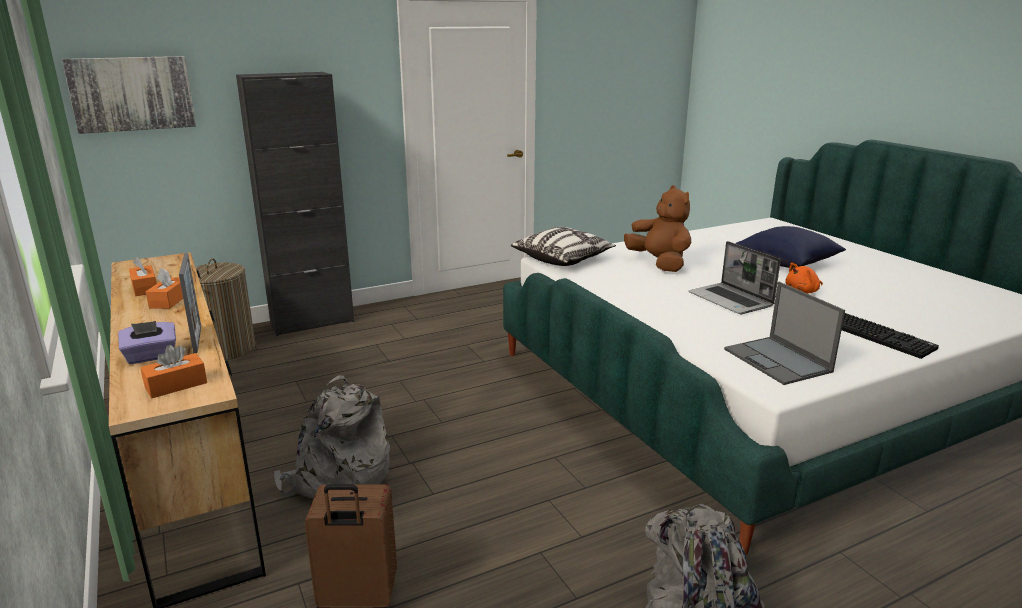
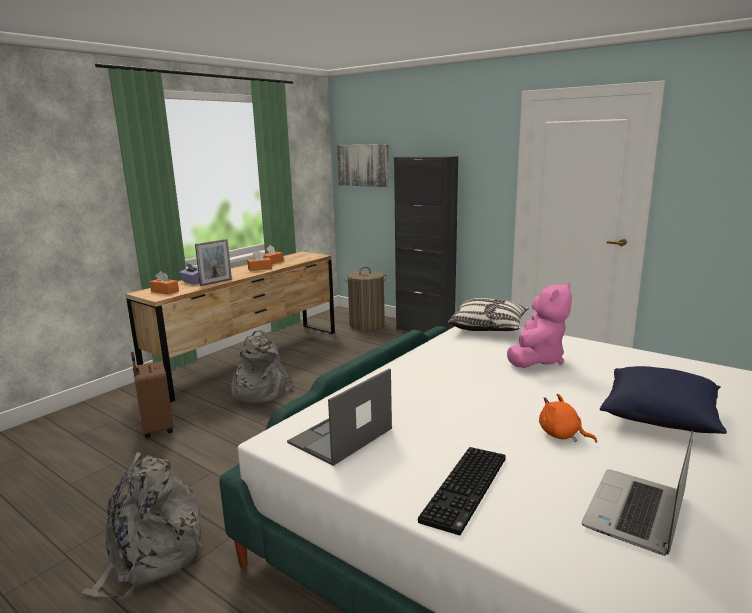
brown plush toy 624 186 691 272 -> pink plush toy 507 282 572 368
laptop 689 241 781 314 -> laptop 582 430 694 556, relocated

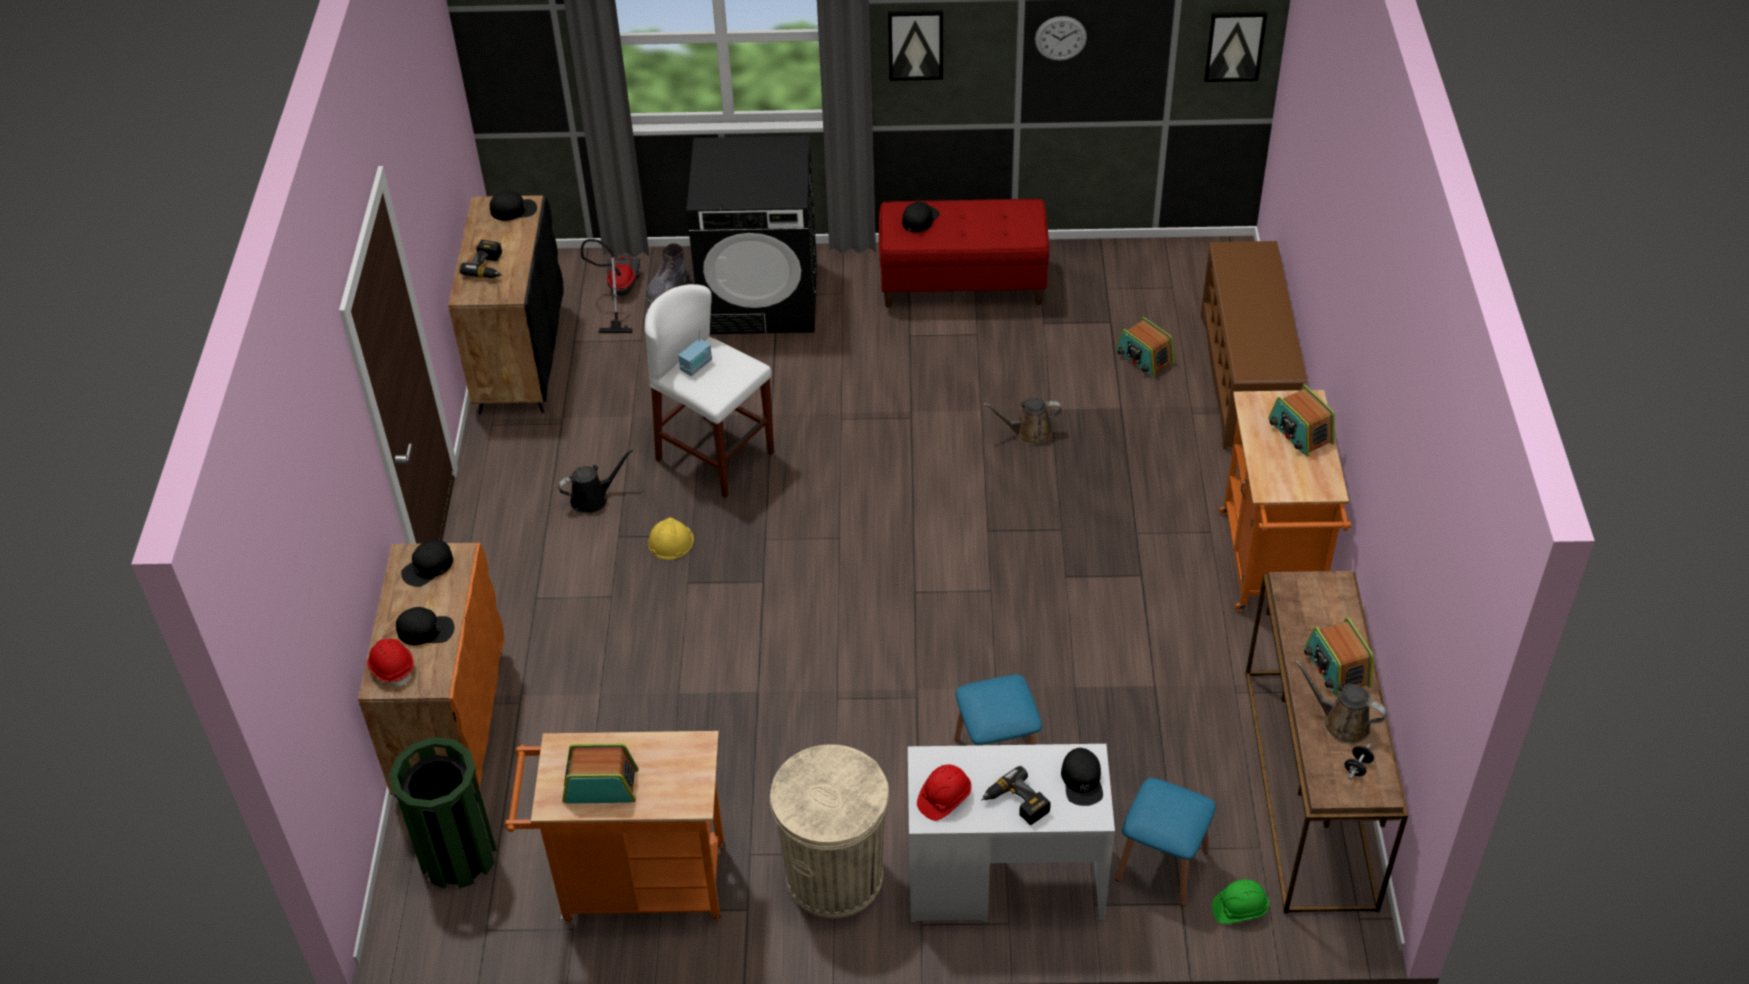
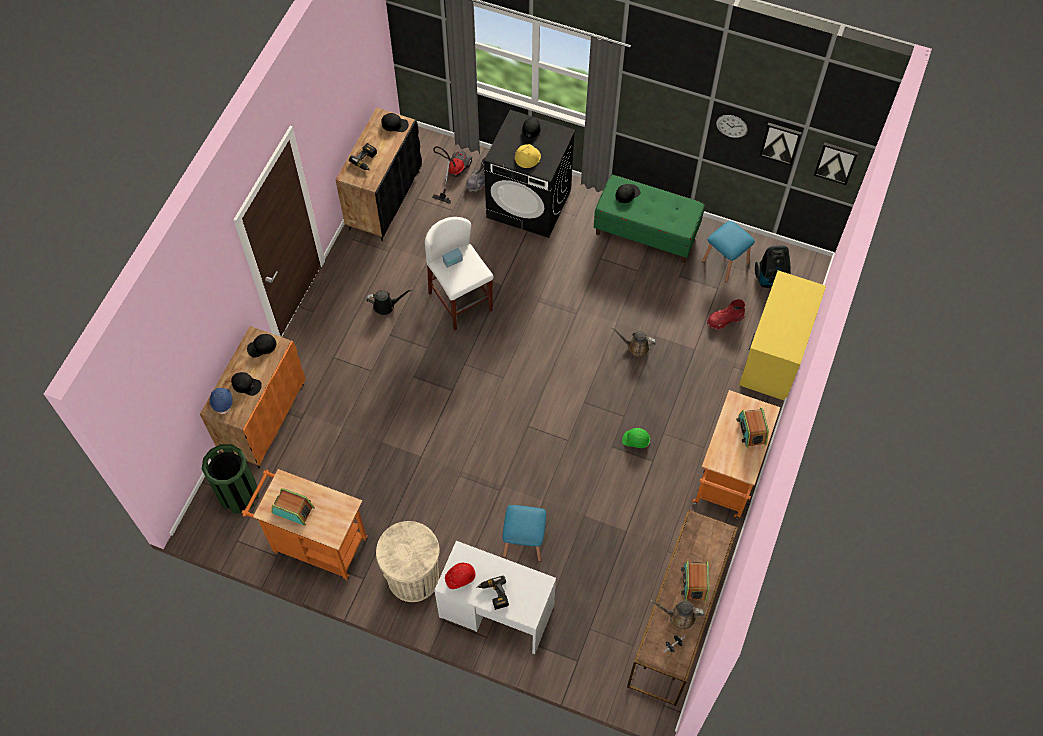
red hard hat 367 639 414 687 -> blue hard hat 210 388 233 415
yellow hard hat 648 517 694 560 -> yellow hard hat 515 144 541 168, relocated
red bench 879 199 1049 308 -> green bench 594 175 705 263
picture 888 10 943 81 -> picture 760 123 802 166, relocated
black cap 1061 748 1103 806 -> black cap 520 117 541 143, relocated
radio 1116 317 1174 377 -> red boot 707 299 745 330
blue stool 1116 778 1216 906 -> blue stool 702 221 755 282, relocated
brown shoe rack 1201 241 1307 449 -> yellow desk 739 270 826 400
green hard hat 1212 879 1269 924 -> green hard hat 622 428 650 448, relocated
brown watering can 1295 660 1387 744 -> brown watering can 649 600 705 629, 45 degrees counterclockwise
none -> vacuum cleaner 755 245 791 288

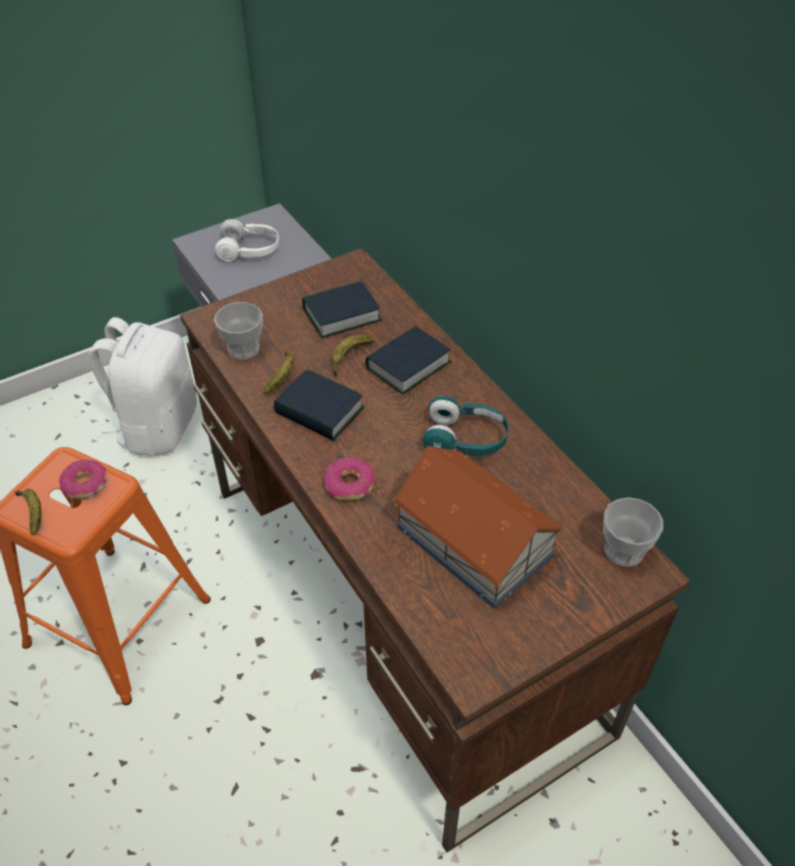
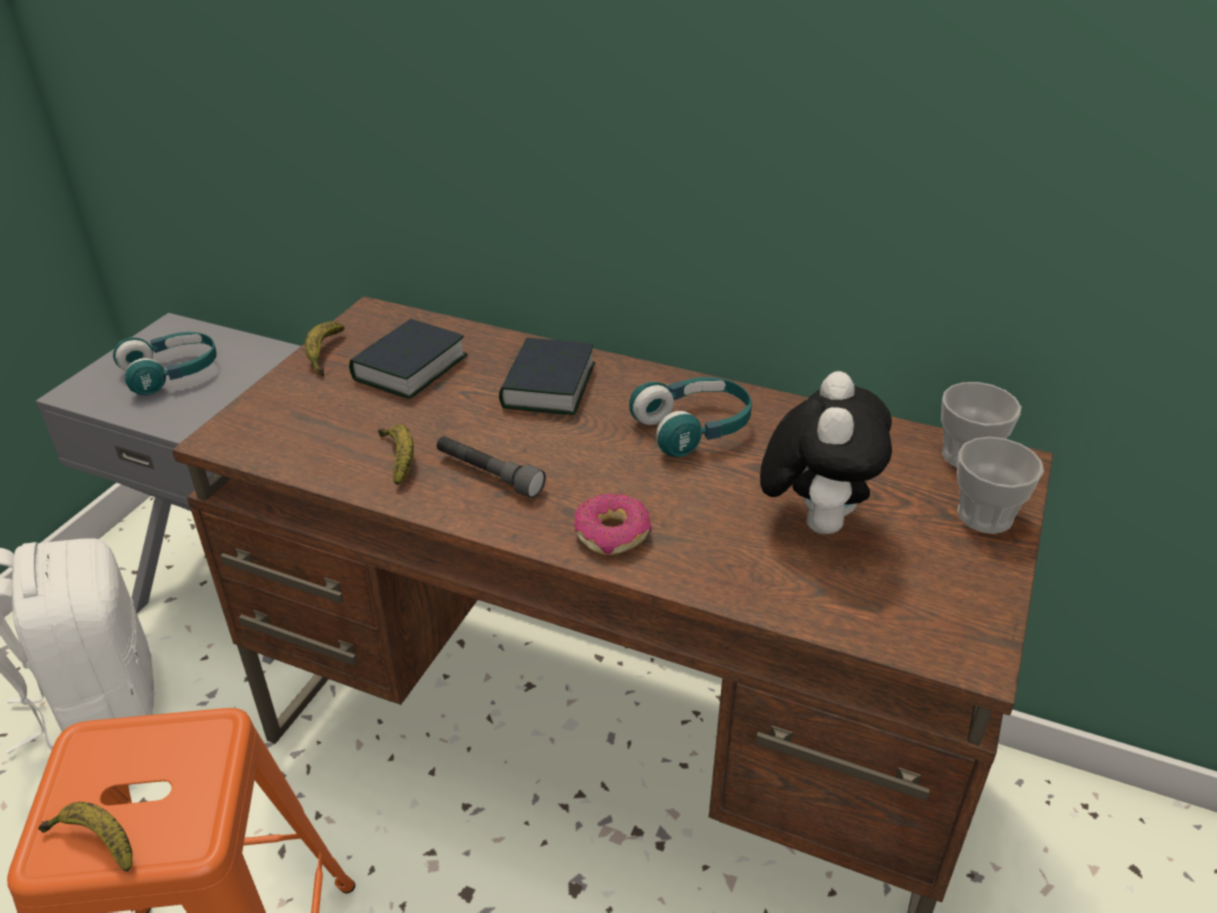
donut 59 460 107 499 -> none
cup 214 302 263 360 -> cup 957 437 1044 534, relocated
white headphones 215 219 279 261 -> turquoise headphones 113 332 217 395
book 274 370 364 441 -> grey flashlight 437 436 546 498
banana 332 335 375 377 -> banana 305 321 345 377, relocated
toy house 393 446 565 609 -> plush toy 760 371 892 534

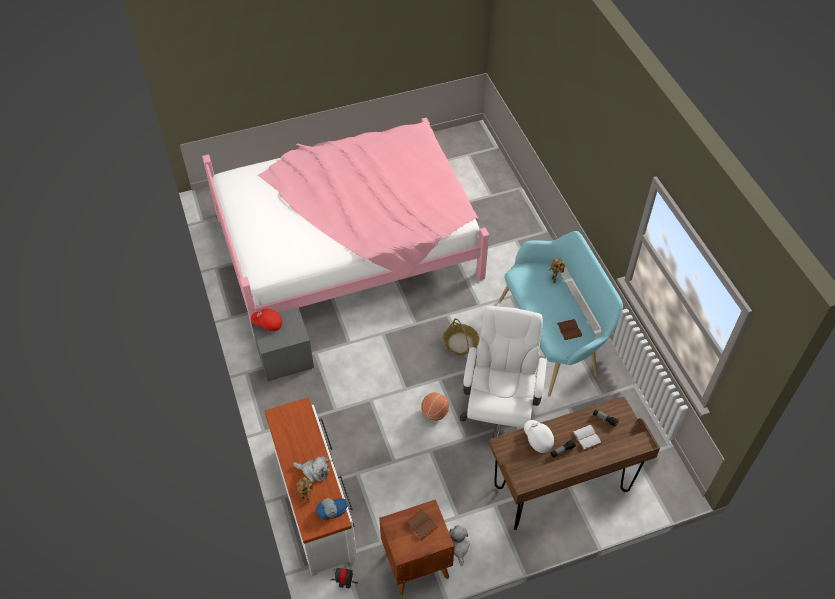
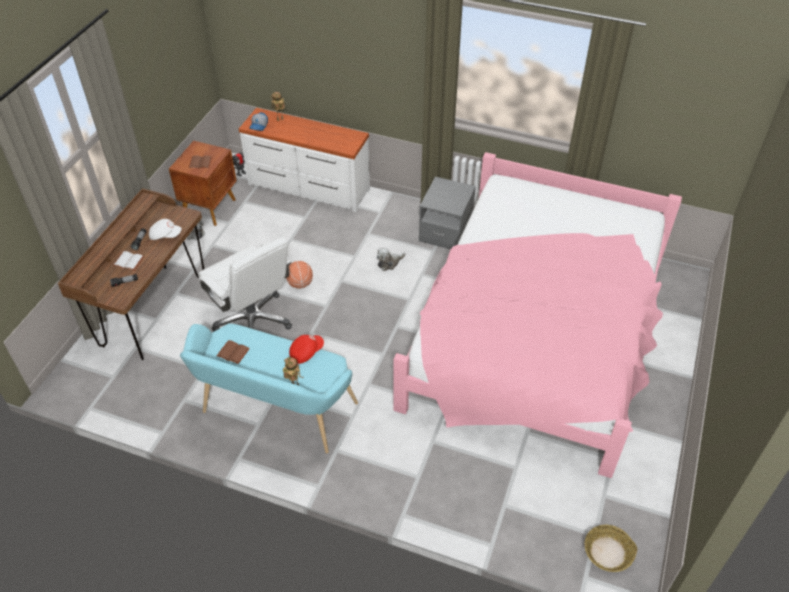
red cap 251 309 282 331 -> red cap 289 335 324 364, relocated
plush toy 293 455 329 483 -> plush toy 377 247 406 271, relocated
basket 442 318 479 355 -> basket 585 525 637 572, relocated

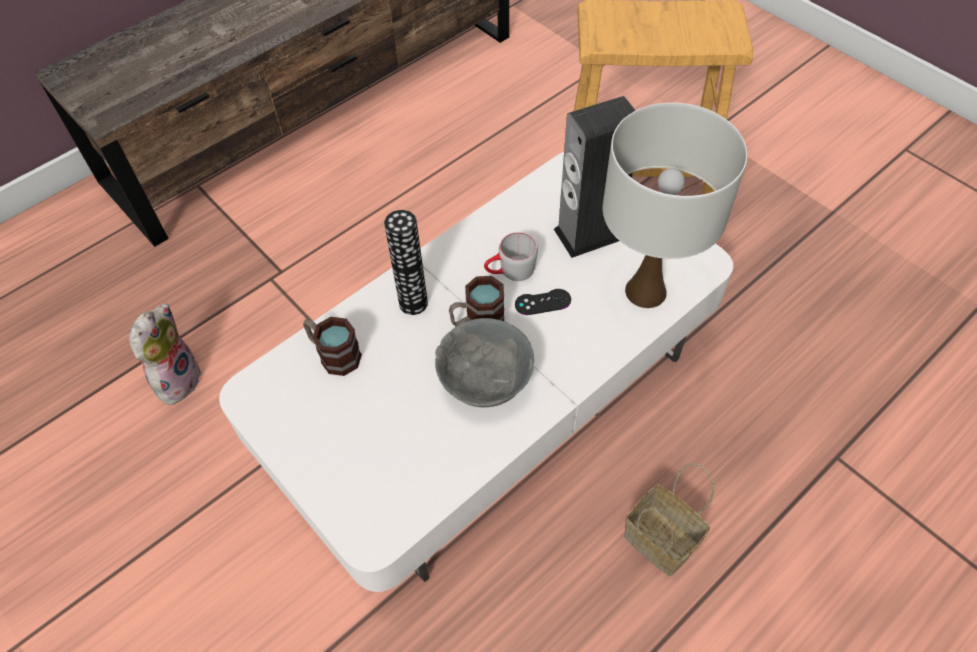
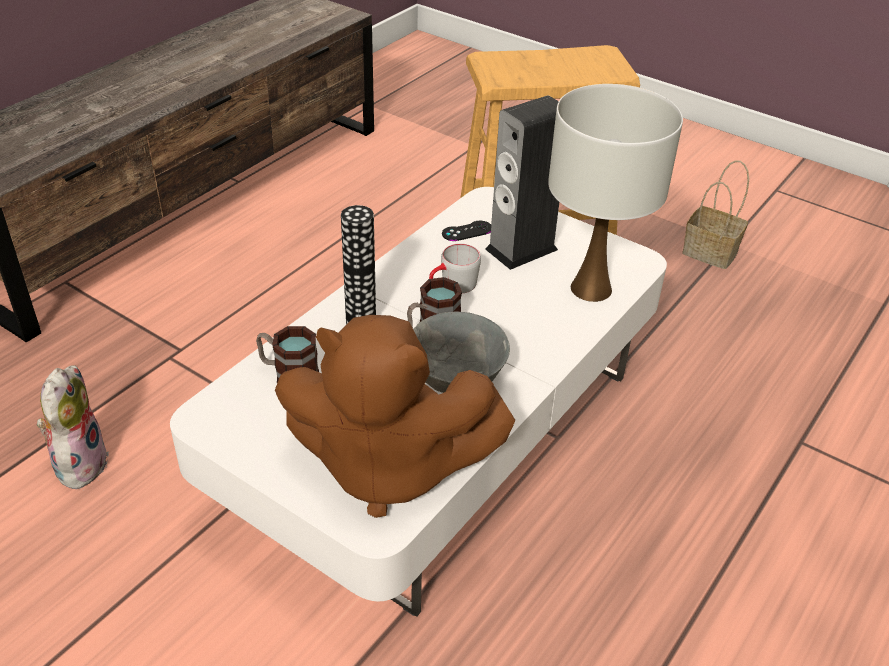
black game controller 515 289 571 315 -> black game controller 442 221 491 241, relocated
basket 624 463 714 576 -> basket 682 160 749 269, relocated
none -> brown plush toy 275 315 515 518

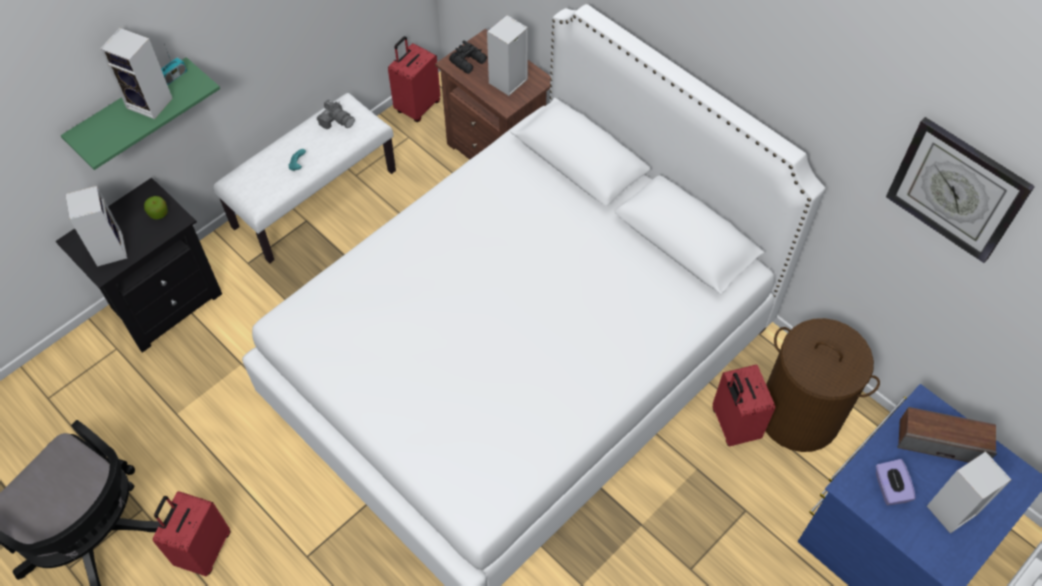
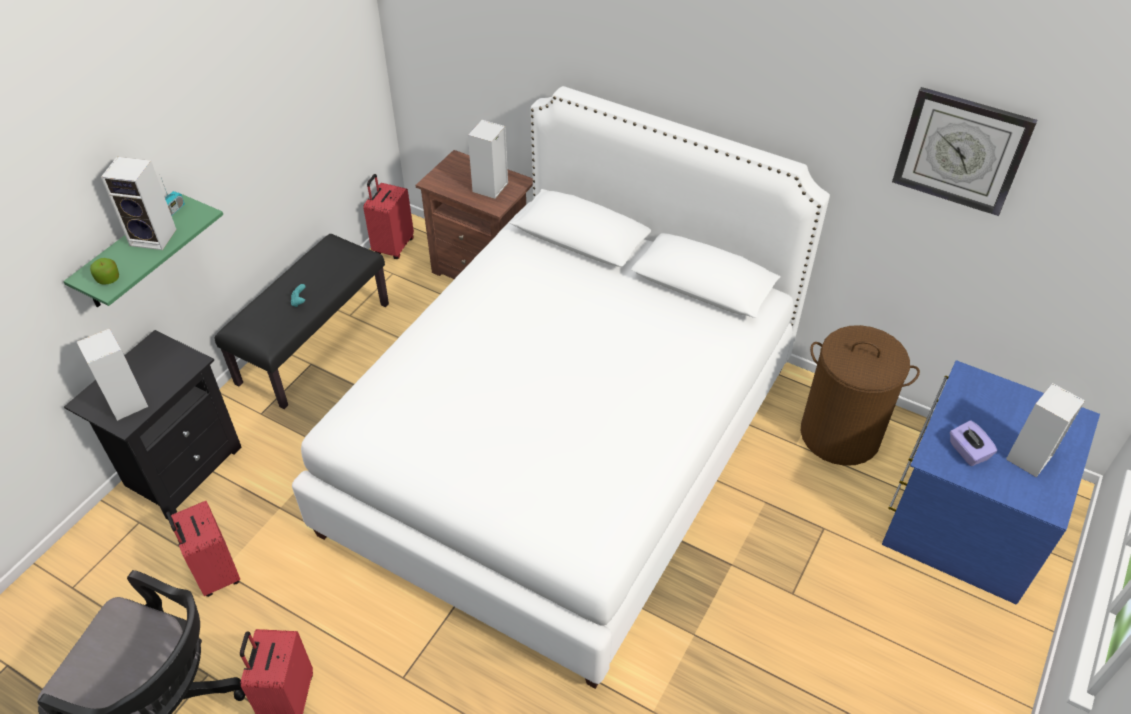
apple 144 196 168 219 -> apple 90 258 119 285, relocated
white bench 213 93 396 264 -> black bench 215 234 389 409
photo camera 317 99 355 129 -> none
black binoculars 449 40 487 74 -> none
red suitcase 713 364 775 446 -> red suitcase 166 501 240 597, relocated
speaker 897 407 997 463 -> none

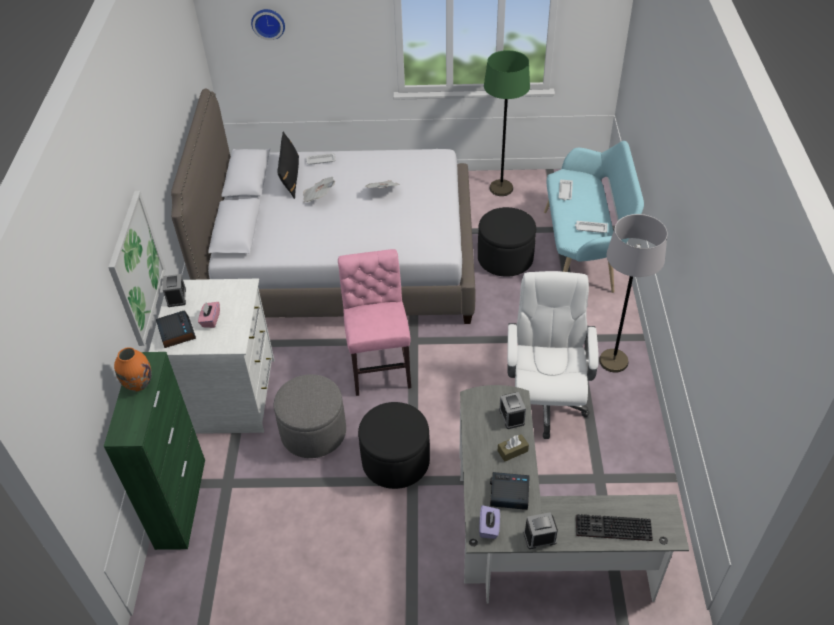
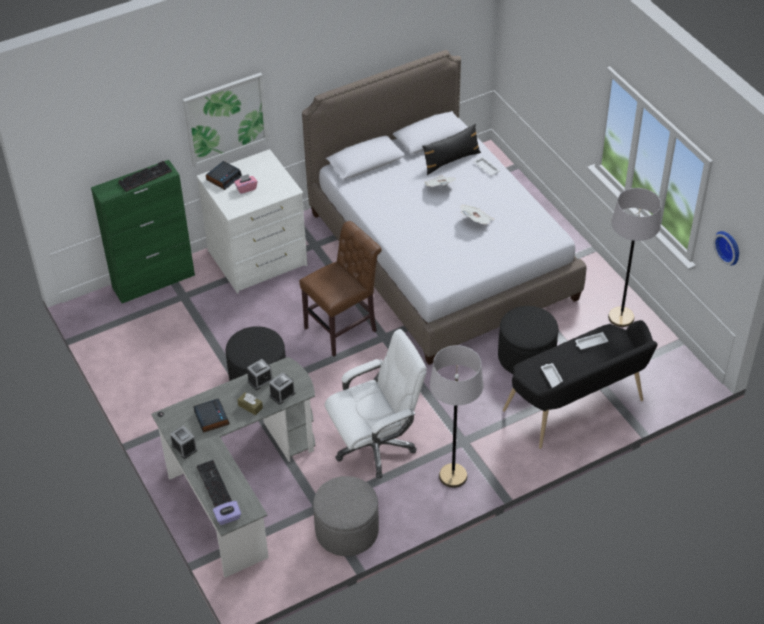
orange vase 114 347 151 391 -> keyboard 118 161 172 192
alarm clock 163 274 186 307 -> alarm clock 247 359 274 390, relocated
wall clock 251 9 285 40 -> wall clock 713 231 739 265, relocated
grey ottoman 274 374 346 458 -> grey ottoman 313 476 379 556, relocated
pink chair 338 249 411 396 -> brown chair 299 221 382 357
purple tissue box 479 505 500 539 -> purple tissue box 213 501 241 525, relocated
green floor lamp 484 50 530 196 -> grey floor lamp 608 188 661 327
turquoise bench 544 141 644 293 -> black bench 503 320 658 449

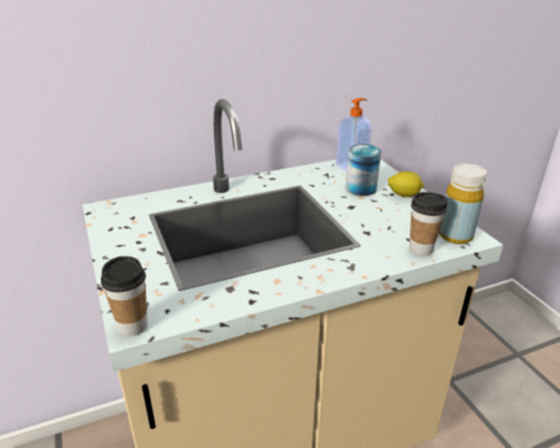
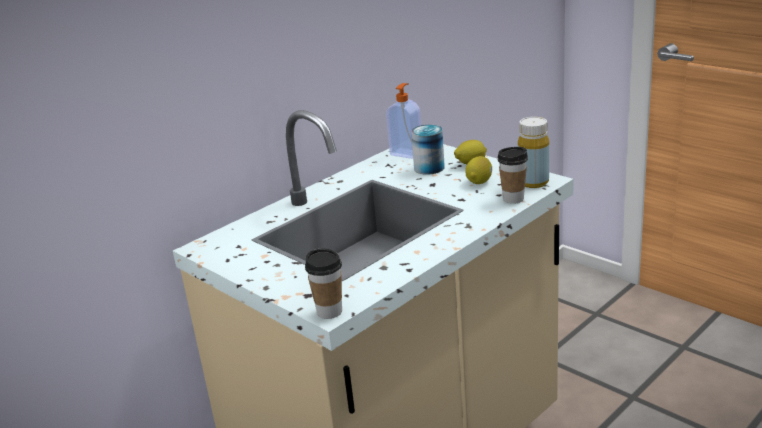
none -> lemon 465 156 492 184

